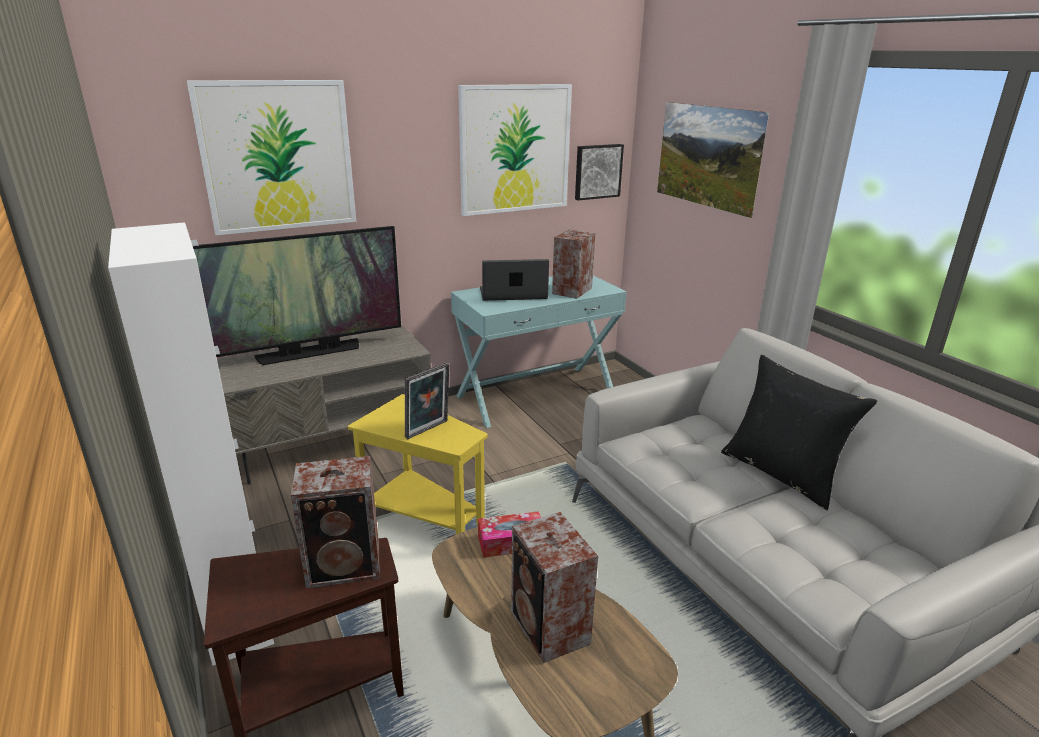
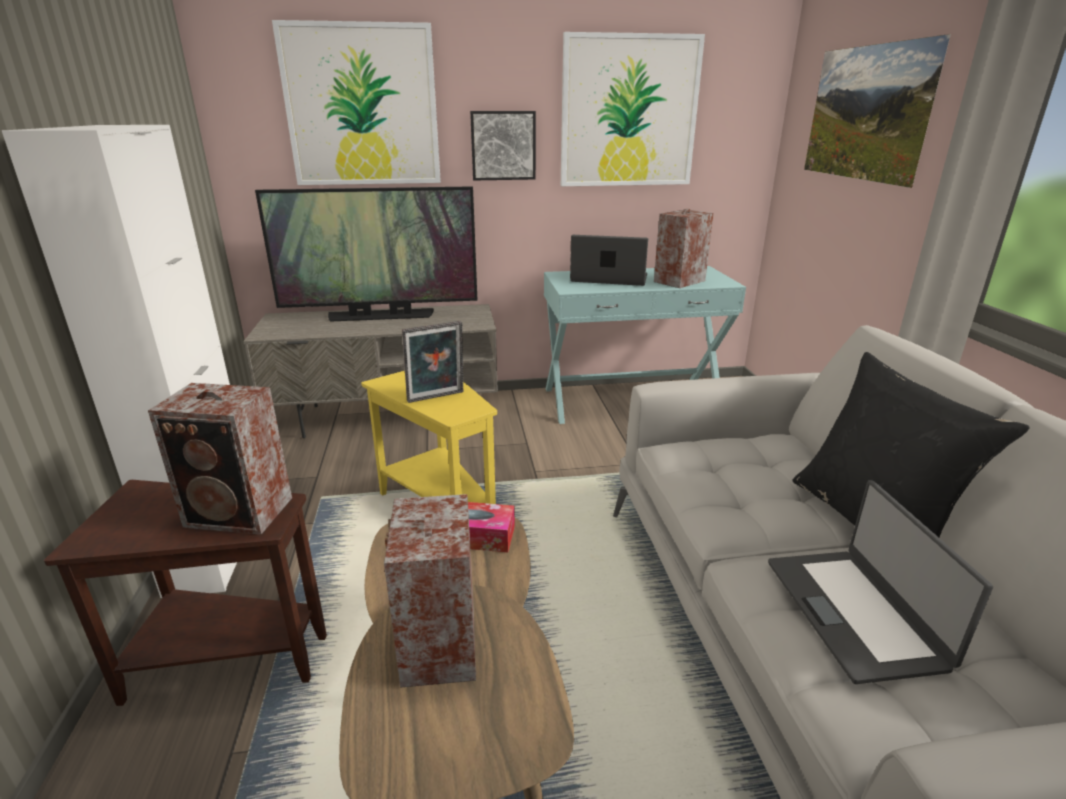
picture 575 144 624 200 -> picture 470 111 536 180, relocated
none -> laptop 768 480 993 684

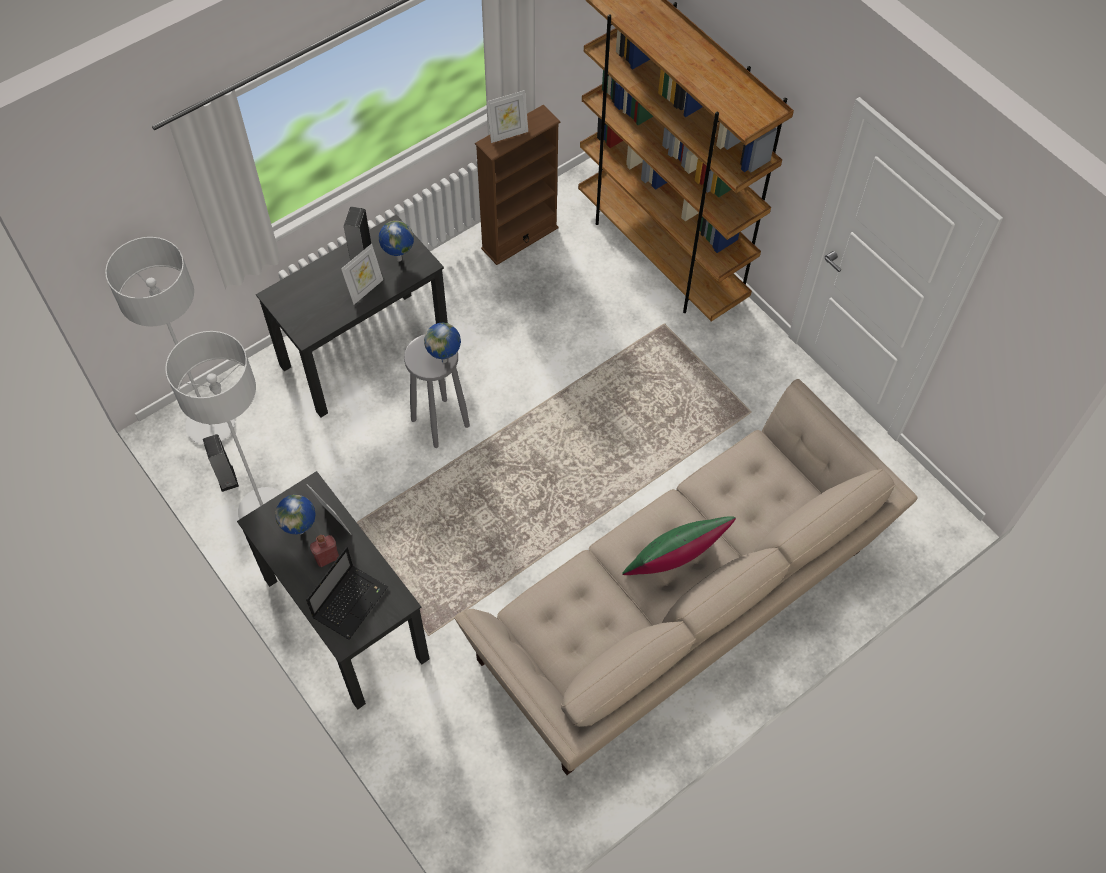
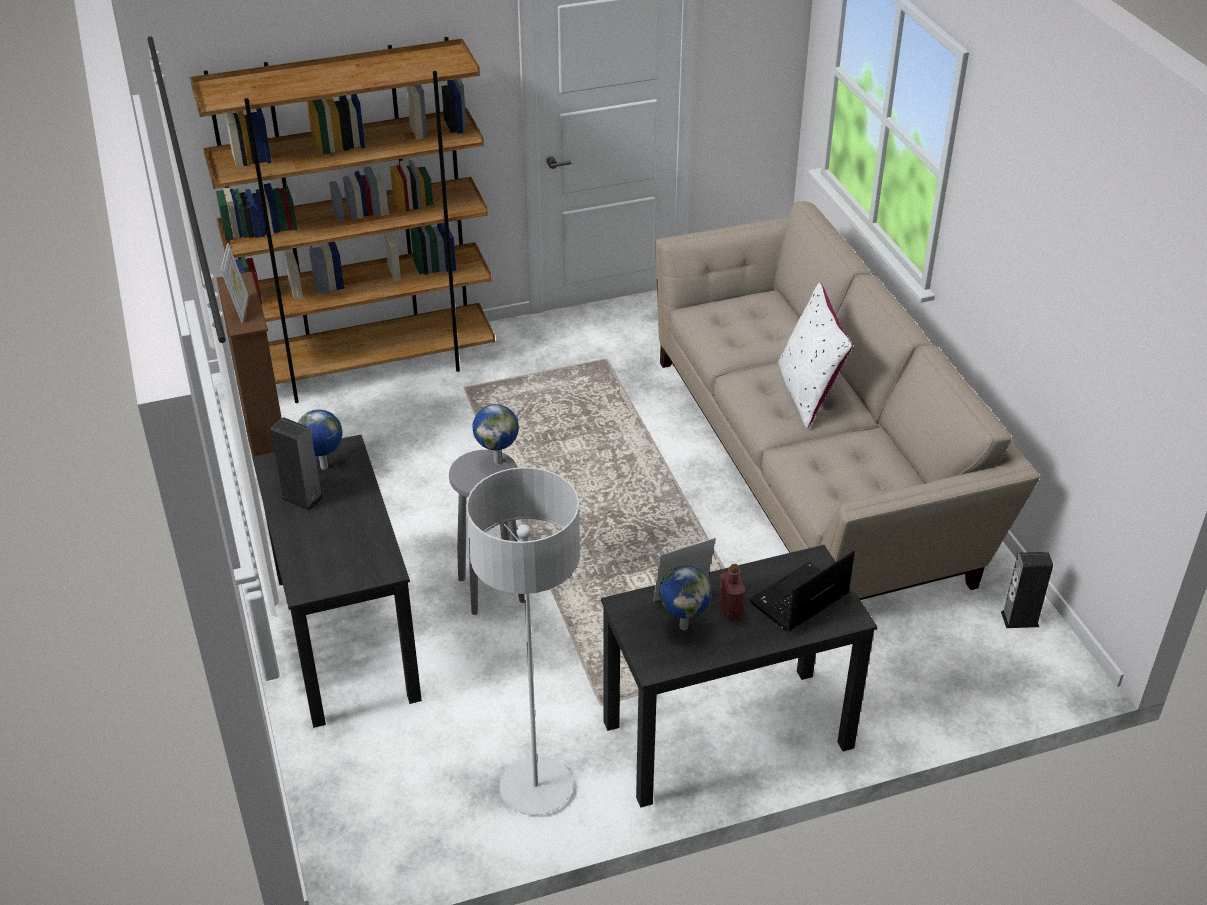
grey floor lamp 105 237 235 445 -> none
speaker 203 434 239 492 -> speaker 1001 552 1053 628, relocated
laptop 306 547 388 640 -> laptop 749 550 855 632, 90 degrees counterclockwise
picture frame 341 244 383 304 -> none
green pillow 622 516 736 575 -> white pillow 778 283 853 428

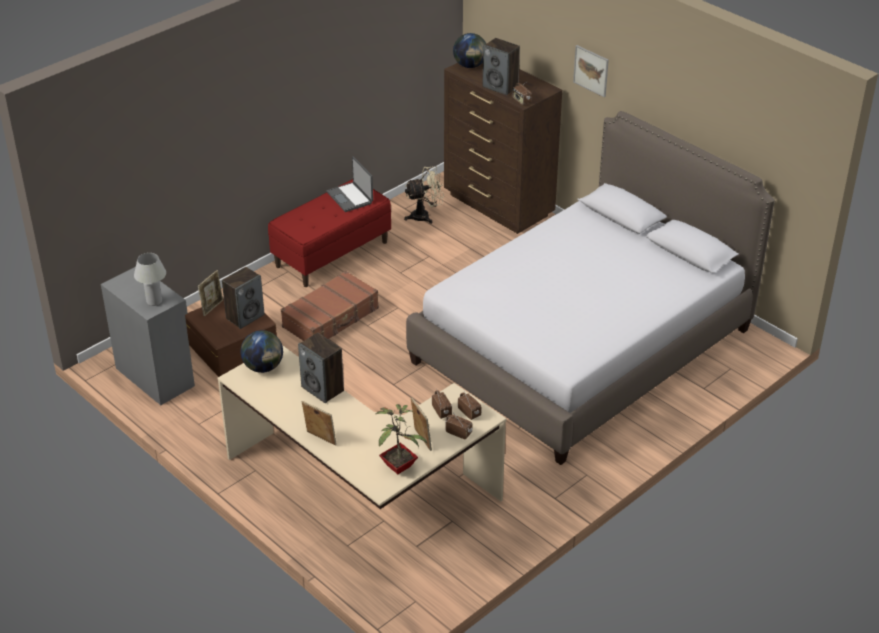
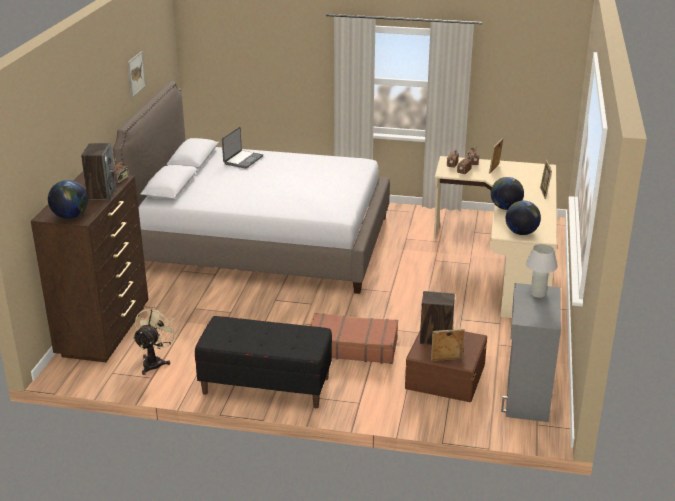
red bench 268 179 391 287 -> black bench 195 316 332 408
speaker 298 333 344 403 -> globe 491 177 524 210
laptop 327 157 373 212 -> laptop 222 127 263 169, relocated
potted plant 376 404 428 474 -> none
beige fan 404 166 444 224 -> beige fan 133 305 179 375, 75 degrees clockwise
picture 573 45 609 97 -> picture 127 51 146 97, relocated

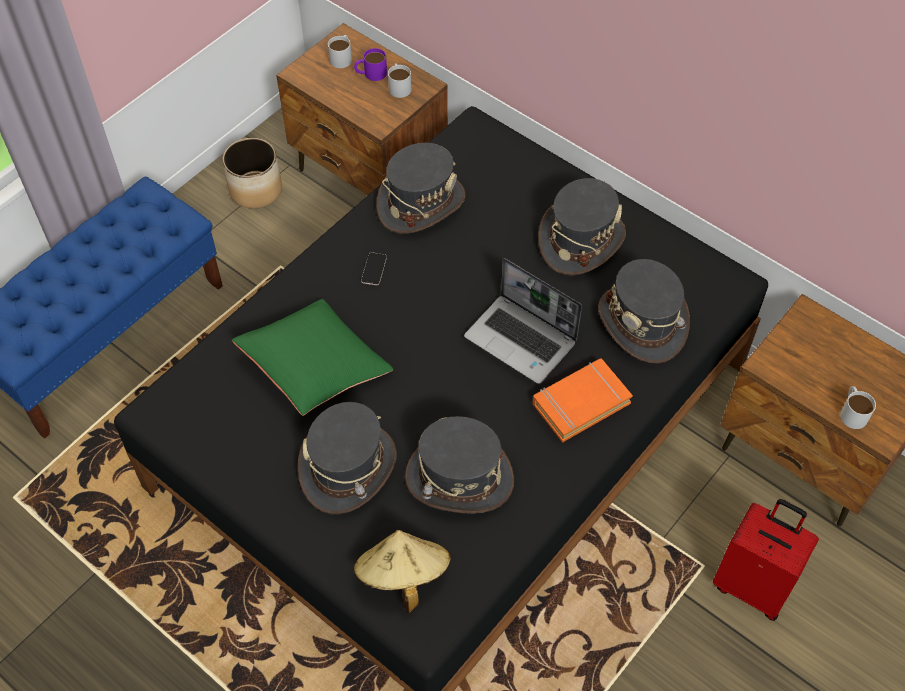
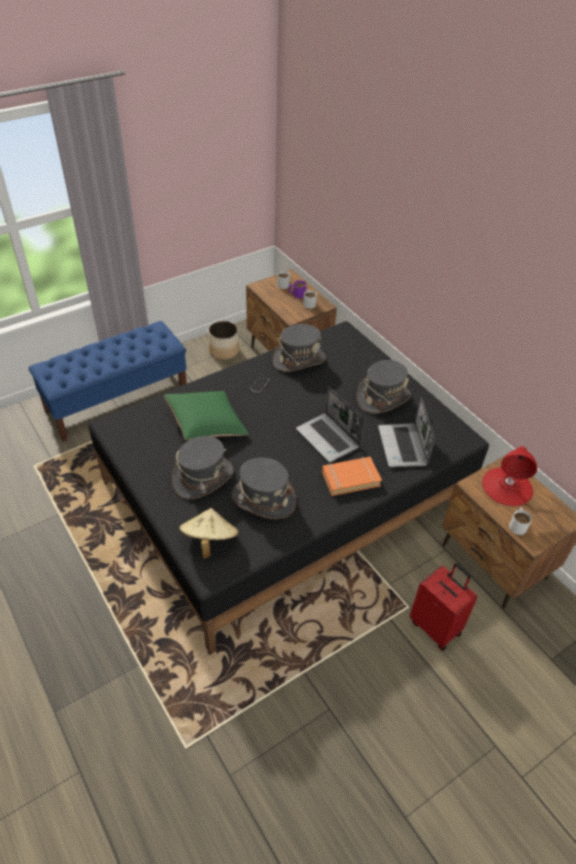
grey hat 598 259 690 364 -> laptop 378 398 435 467
none -> red table lamp 482 446 537 506

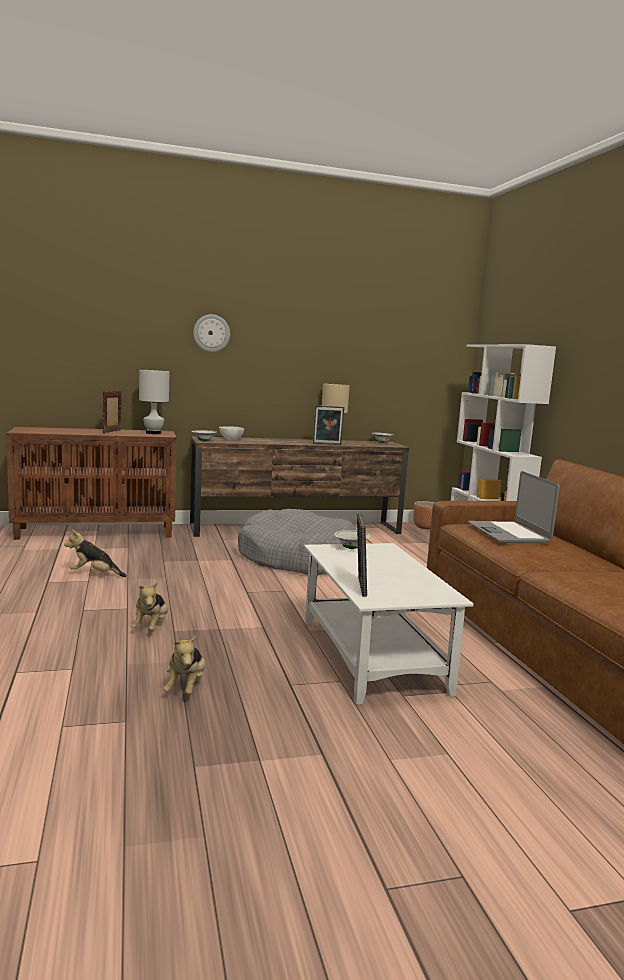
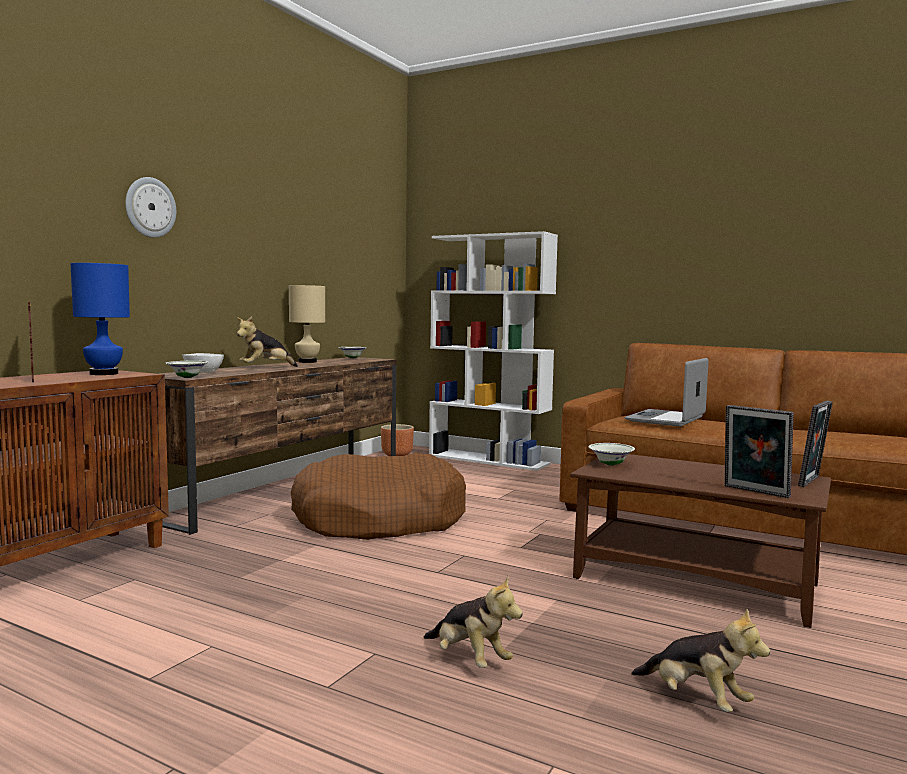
plush toy 64 529 127 577 -> plush toy 237 316 298 367, relocated
white table lamp 139 370 170 434 -> blue table lamp 71 263 130 375
grey dog bed 238 509 357 575 -> brown dog bed 291 453 466 540
white coffee table 304 543 474 705 -> brown coffee table 570 454 831 628
picture frame 313 405 344 445 -> picture frame 798 401 833 487, relocated
laptop 468 471 560 543 -> laptop 624 358 709 427, 90 degrees clockwise

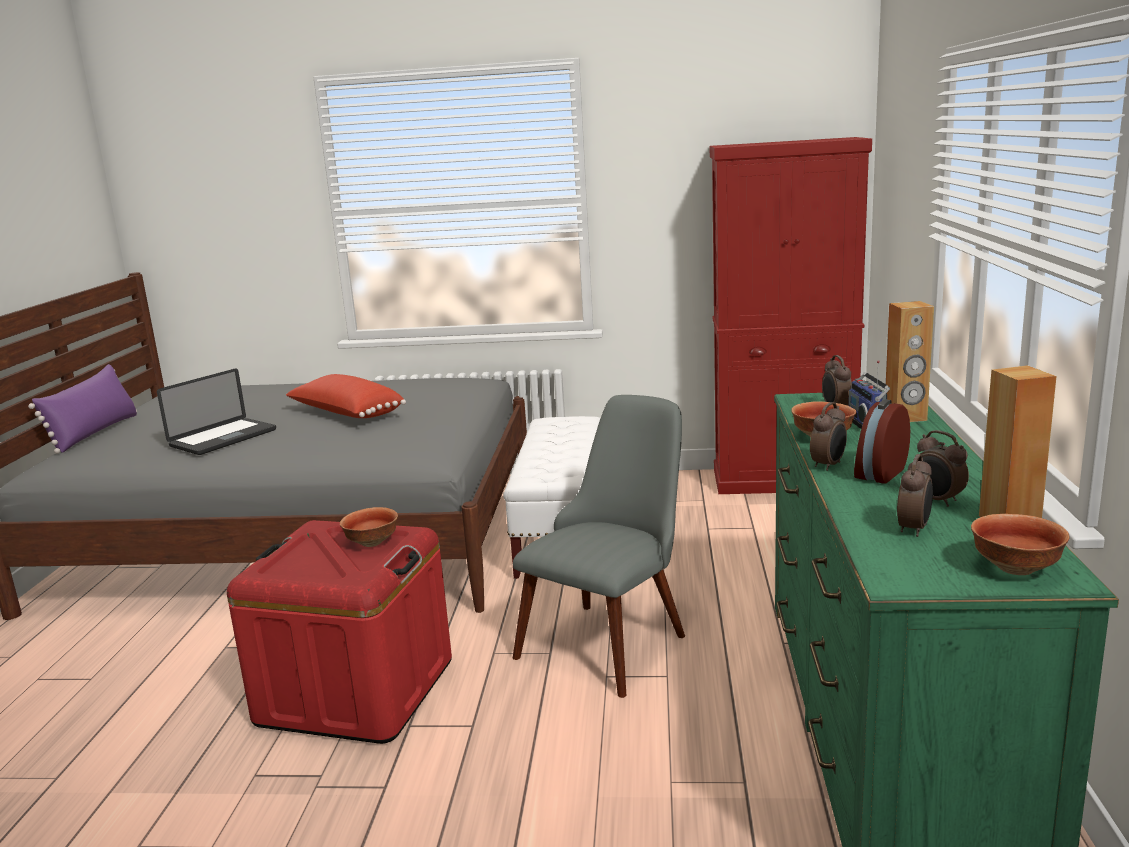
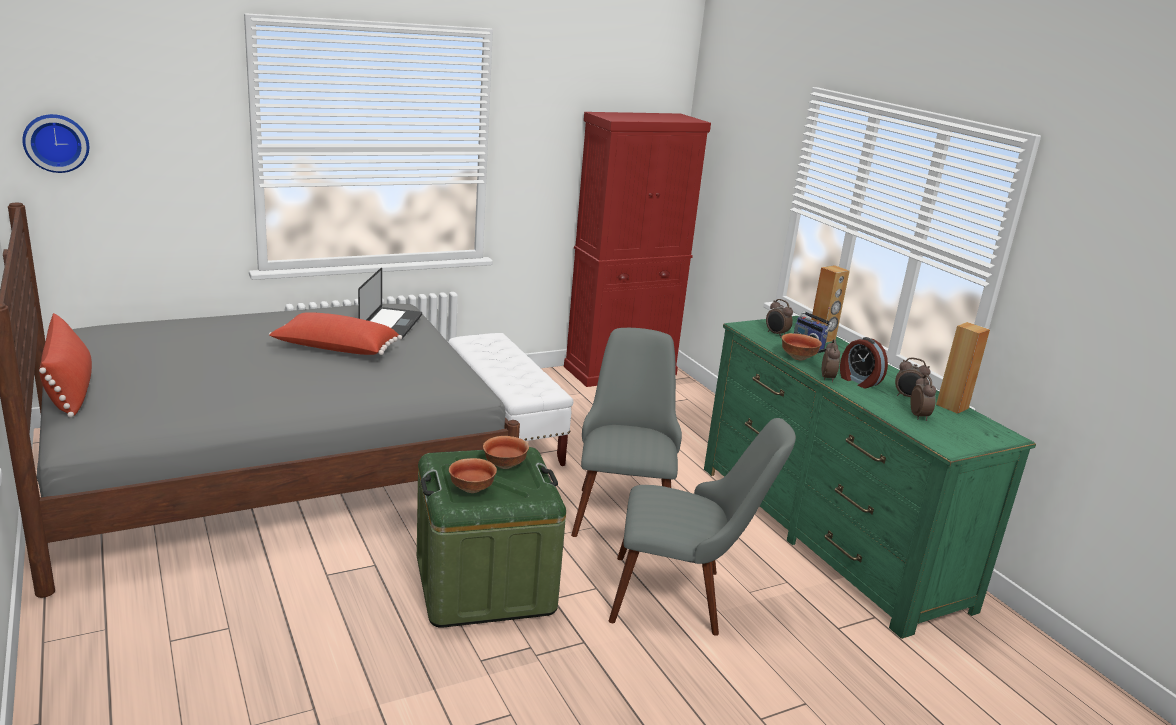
purple pillow 28 364 137 454 -> red pillow 39 313 92 418
laptop 157 368 276 455 -> laptop 358 268 422 338, relocated
red storage box 227 520 452 744 -> green storage box 417 447 566 628
alarm clock 854 399 910 484 -> alarm clock 840 337 888 389, 45 degrees counterclockwise
bowl 971 514 1070 575 -> bowl 449 458 497 493, relocated
none -> wall clock 22 114 89 173
none -> grey chair 609 418 796 636

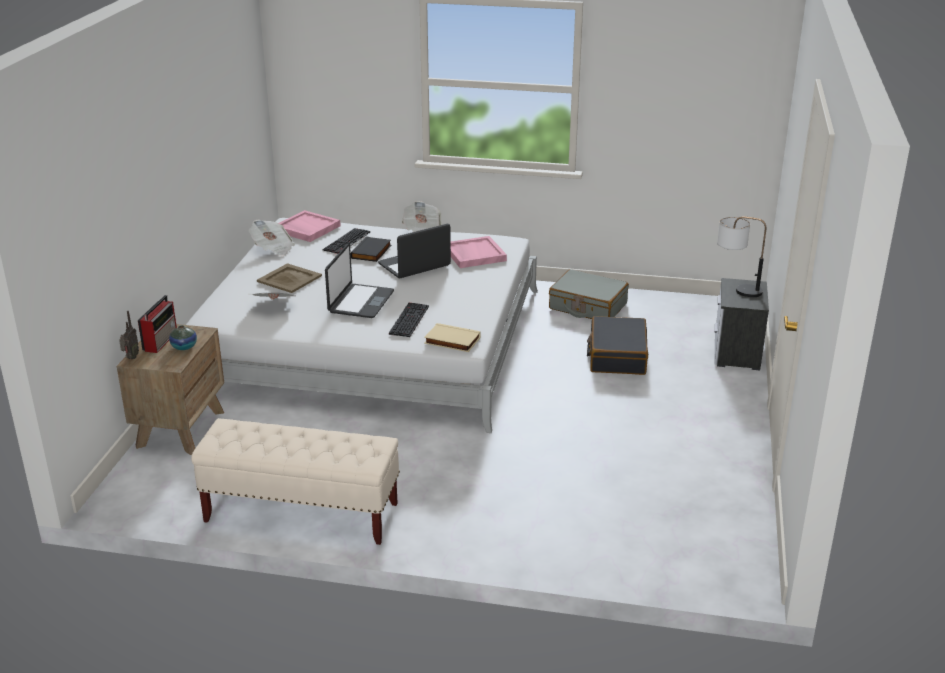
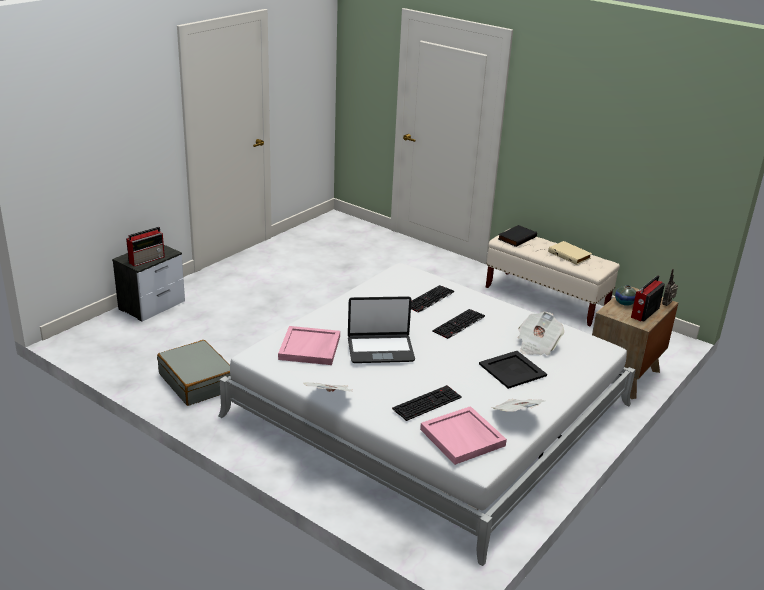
beige tray 257 263 322 293 -> black tray 479 351 547 389
laptop 325 244 394 318 -> keyboard 432 309 485 339
black book 351 236 391 262 -> black book 498 225 537 247, relocated
beige book 424 323 481 352 -> beige book 548 241 592 265, relocated
black suitcase 587 316 648 375 -> none
table lamp 717 217 766 297 -> radio 126 227 165 266

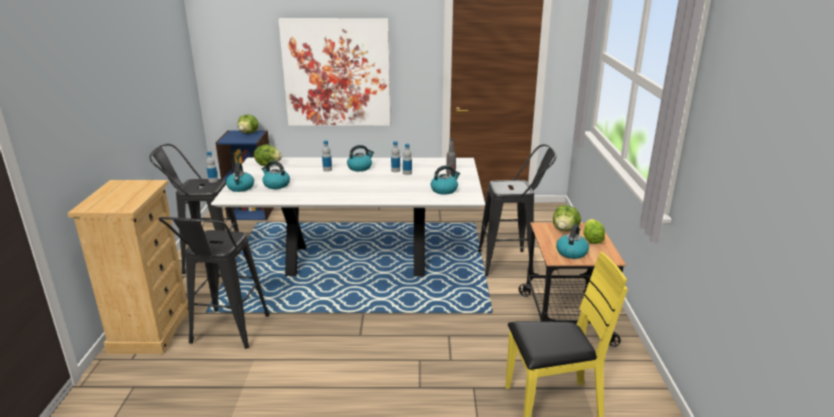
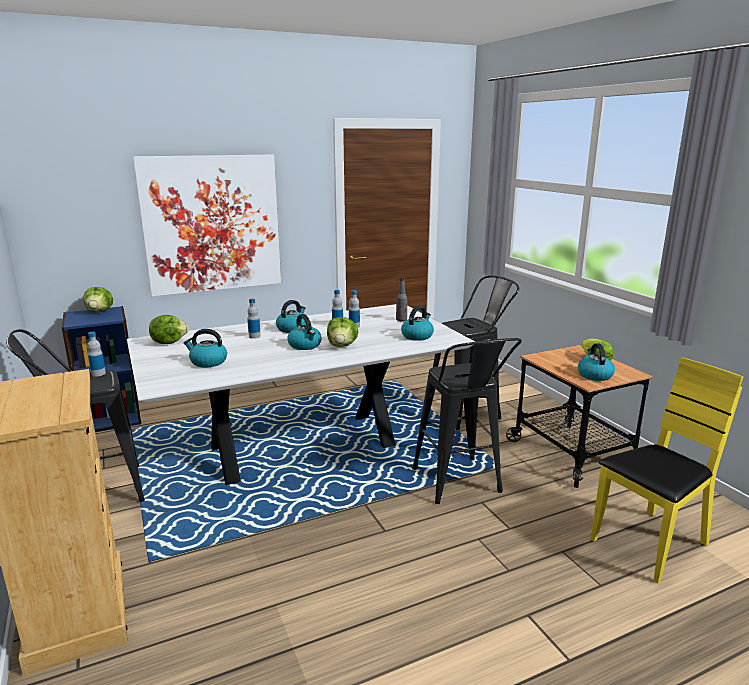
black stool 158 217 269 349 -> black stool 412 338 522 504, relocated
kettle 226 163 254 192 -> kettle 287 314 322 350, relocated
lettuce 553 205 581 231 -> lettuce 327 317 358 347, relocated

